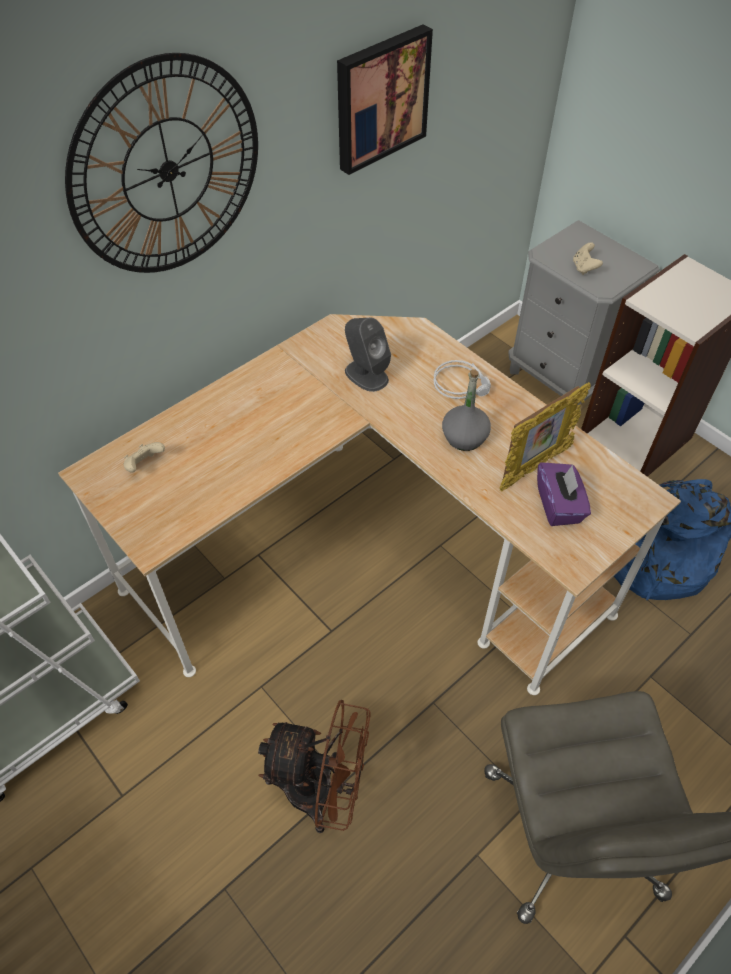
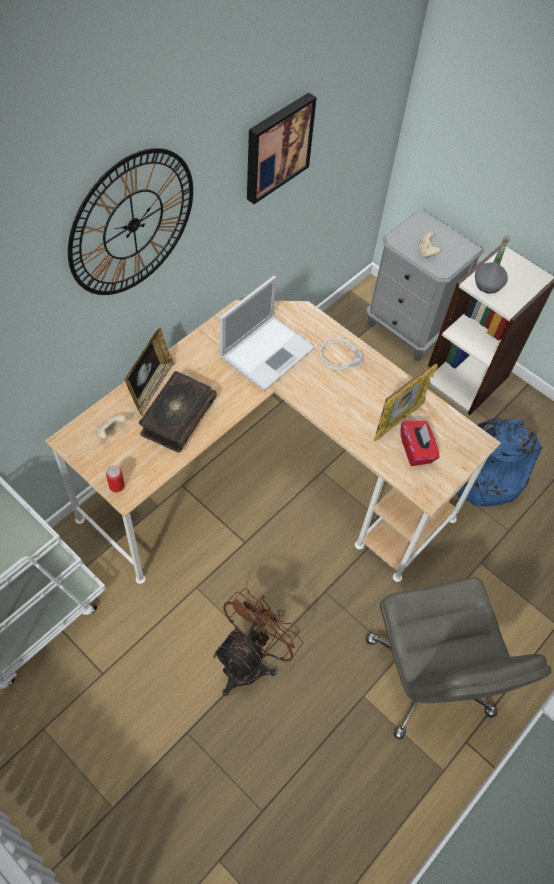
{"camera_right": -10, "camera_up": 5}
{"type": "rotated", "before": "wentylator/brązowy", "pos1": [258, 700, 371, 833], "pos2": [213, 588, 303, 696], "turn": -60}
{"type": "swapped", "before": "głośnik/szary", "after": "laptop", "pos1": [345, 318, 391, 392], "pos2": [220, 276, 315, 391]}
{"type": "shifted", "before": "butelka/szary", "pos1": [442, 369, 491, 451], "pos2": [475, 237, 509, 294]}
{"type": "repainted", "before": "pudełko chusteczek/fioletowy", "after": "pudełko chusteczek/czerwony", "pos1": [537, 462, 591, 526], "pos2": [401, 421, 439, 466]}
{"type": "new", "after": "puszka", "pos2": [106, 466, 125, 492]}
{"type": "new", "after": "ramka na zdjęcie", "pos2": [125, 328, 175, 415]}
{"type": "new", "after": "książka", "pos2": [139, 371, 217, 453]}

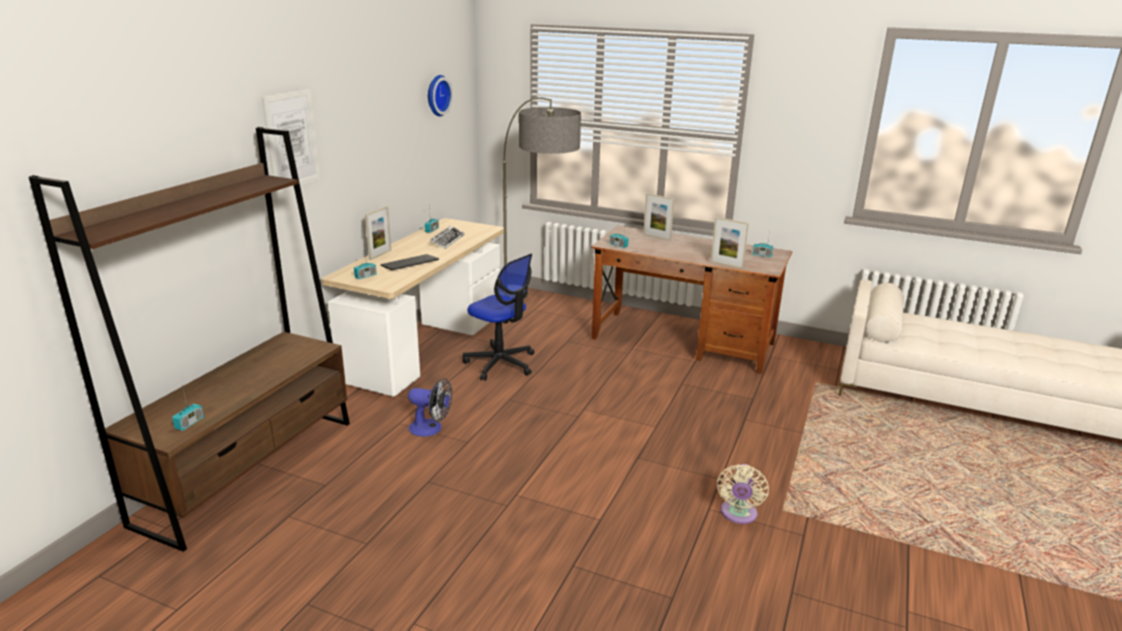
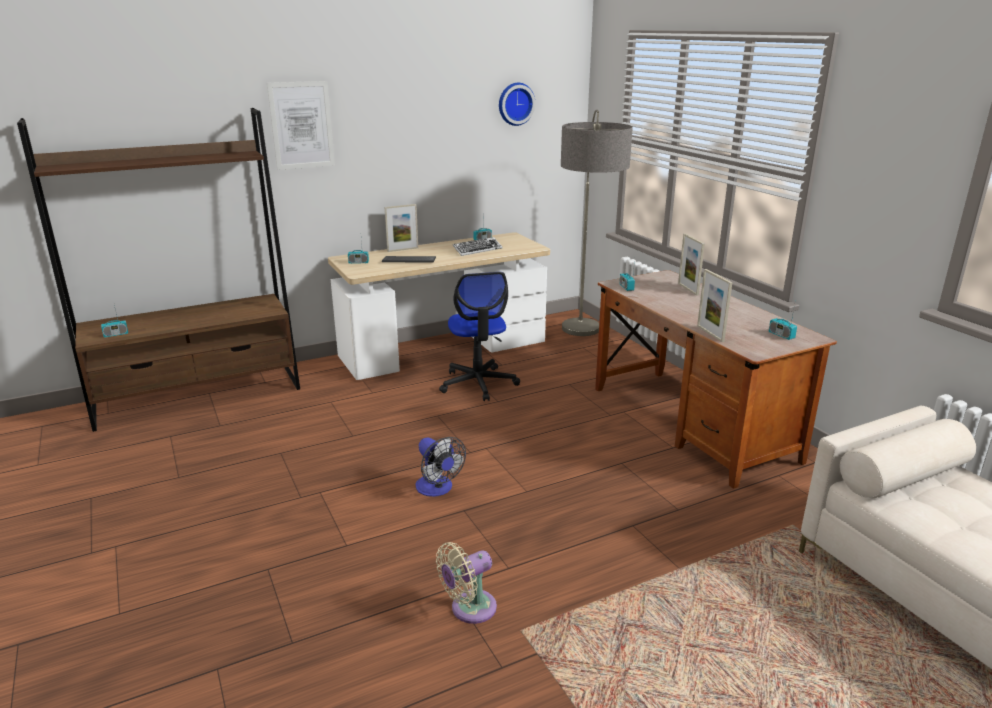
{"camera_right": 40, "camera_up": 0}
{"type": "shifted", "before": "wentylator", "pos1": [408, 378, 452, 437], "pos2": [416, 437, 466, 497]}

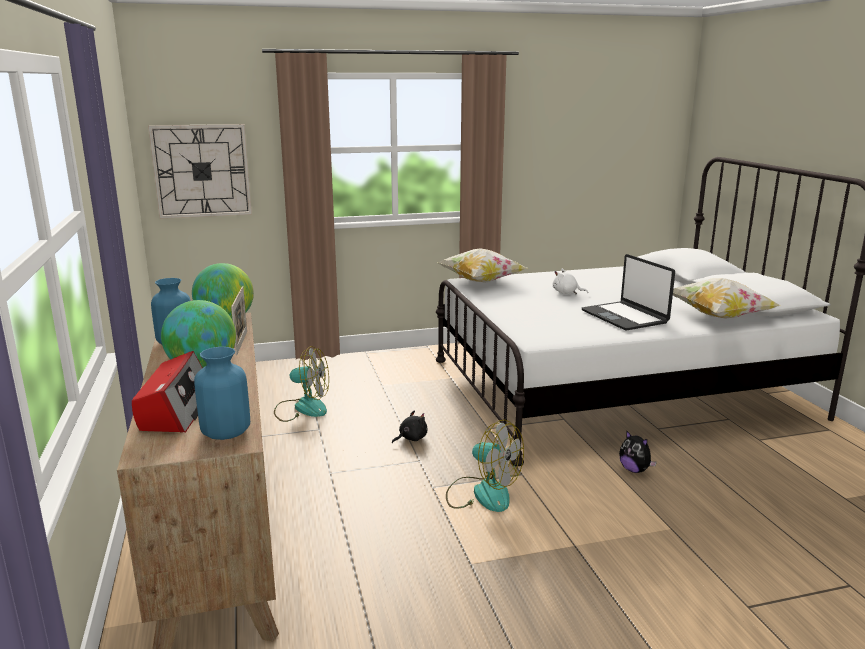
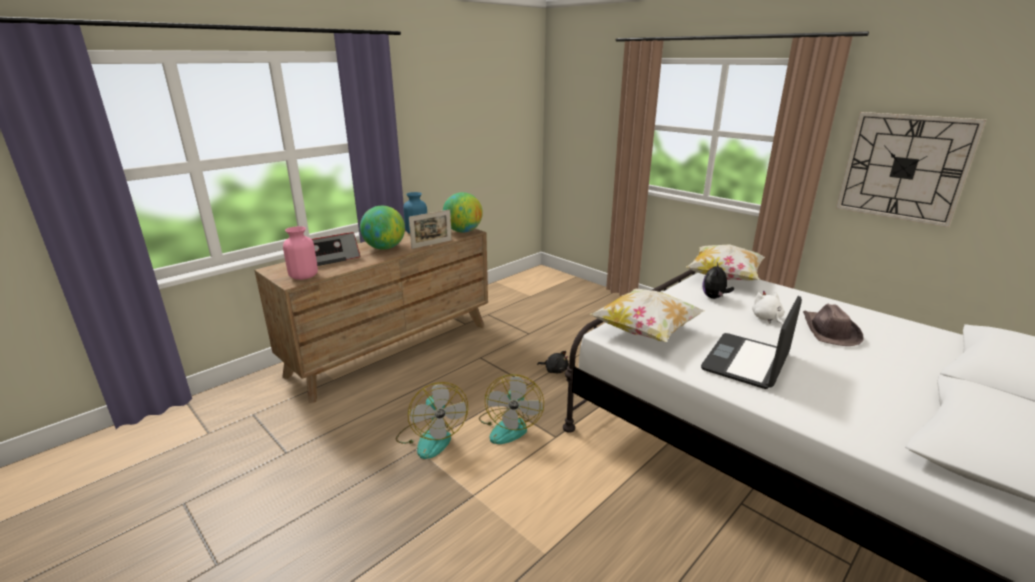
{"camera_right": 60, "camera_up": 5}
{"type": "shifted", "before": "zegar ścienny", "pos1": [148, 124, 252, 219], "pos2": [836, 112, 986, 227]}
{"type": "repainted", "before": "wazon/niebieski", "after": "wazon/różowy", "pos1": [194, 347, 250, 440], "pos2": [283, 226, 318, 280]}
{"type": "shifted", "before": "wentylator", "pos1": [274, 346, 329, 422], "pos2": [396, 382, 468, 459]}
{"type": "shifted", "before": "pluszak", "pos1": [619, 430, 657, 473], "pos2": [702, 262, 734, 299]}
{"type": "shifted", "before": "poduszka", "pos1": [673, 278, 781, 319], "pos2": [590, 289, 704, 342]}
{"type": "new", "after": "kapelusz/brązowy", "pos2": [803, 304, 864, 346]}

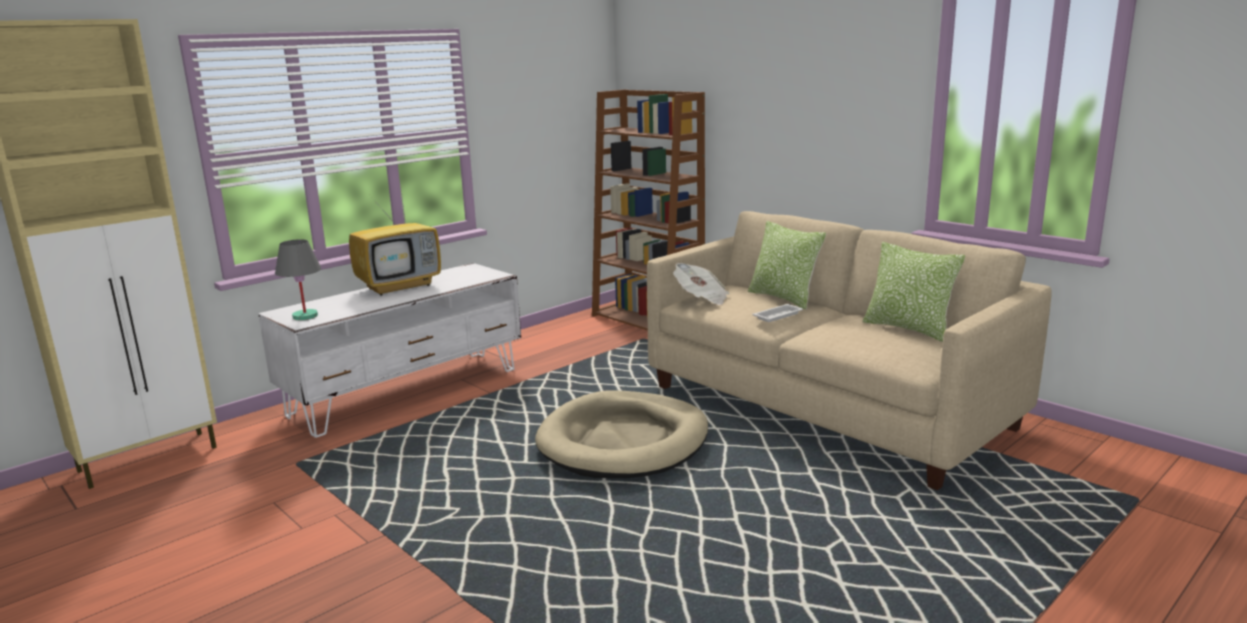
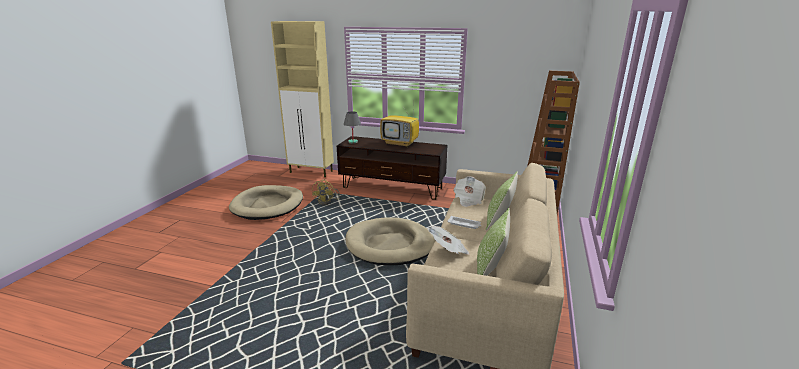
{"camera_right": 60, "camera_up": 5}
{"type": "repainted", "before": "szafka pod telewizor/biały", "after": "szafka pod telewizor/brązowy", "pos1": [258, 263, 521, 438], "pos2": [337, 136, 447, 200]}
{"type": "new", "after": "legowisko/beżowy", "pos2": [229, 185, 303, 220]}
{"type": "new", "after": "wentylator/żółty", "pos2": [312, 179, 340, 205]}
{"type": "new", "after": "gazeta", "pos2": [427, 226, 470, 255]}

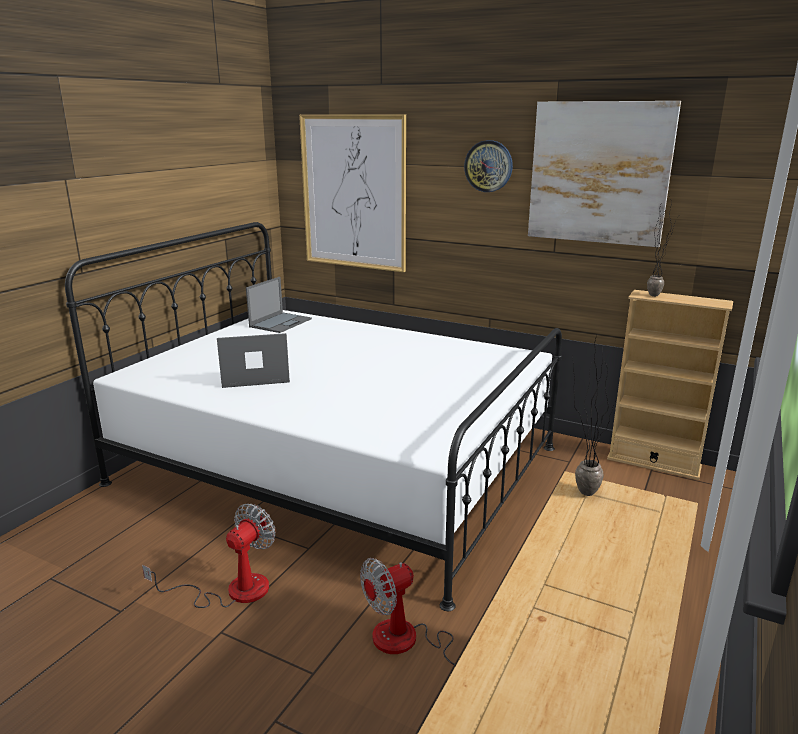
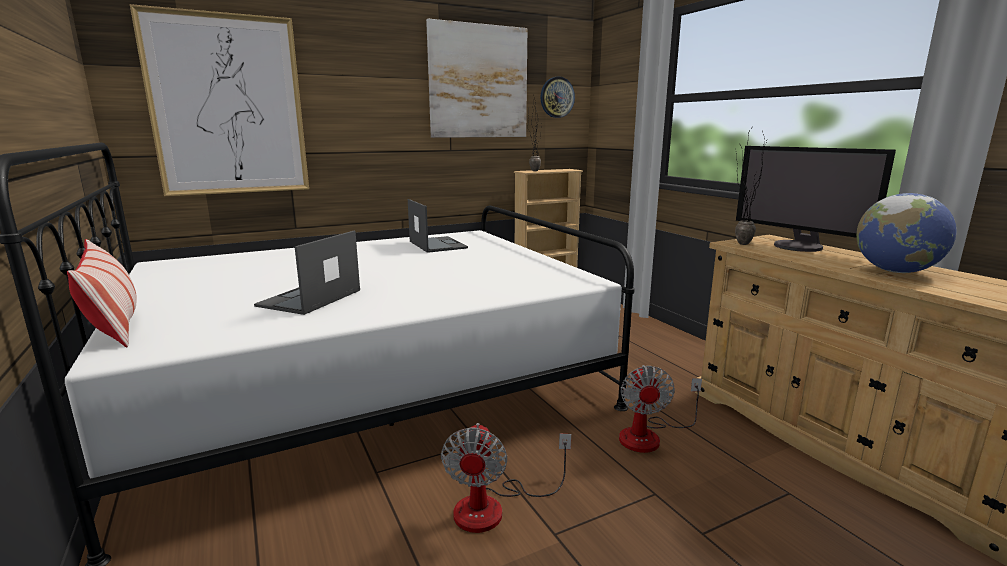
{"camera_right": -55, "camera_up": -5}
{"type": "rotated", "before": "wentylator", "pos1": [142, 504, 276, 608], "pos2": [441, 423, 571, 533], "turn": -150}
{"type": "shifted", "before": "laptop", "pos1": [246, 277, 312, 333], "pos2": [408, 199, 468, 253]}
{"type": "shifted", "before": "zegar ścienny", "pos1": [464, 140, 513, 192], "pos2": [540, 77, 575, 118]}
{"type": "new", "after": "poduszka", "pos2": [67, 239, 137, 347]}
{"type": "new", "after": "monitor", "pos2": [736, 146, 896, 252]}
{"type": "new", "after": "globus", "pos2": [856, 193, 956, 273]}

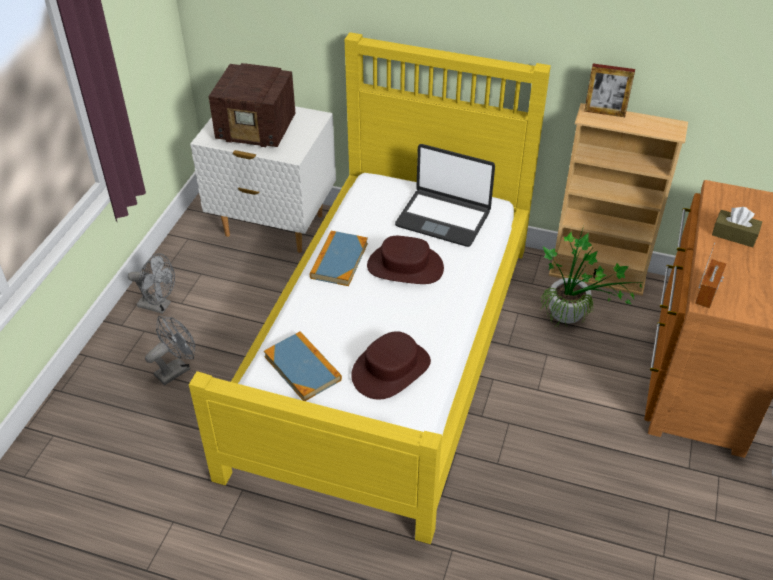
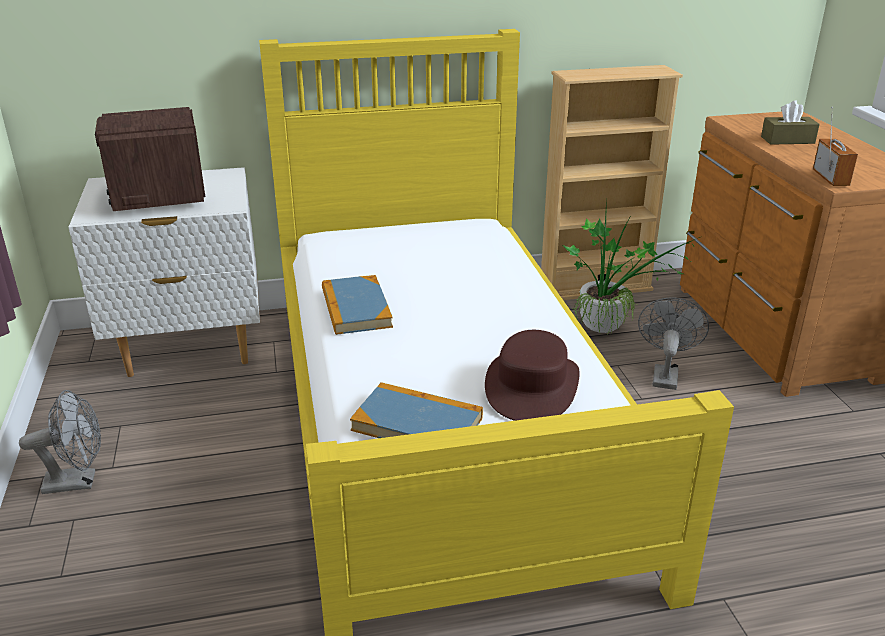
{"camera_right": -30, "camera_up": -15}
{"type": "shifted", "before": "wentylator/szary", "pos1": [145, 316, 195, 385], "pos2": [638, 297, 709, 390]}
{"type": "rotated", "before": "radio", "pos1": [208, 63, 295, 147], "pos2": [95, 107, 205, 211], "turn": 90}
{"type": "gone", "before": "kapelusz/brązowy", "pos1": [367, 236, 444, 284]}
{"type": "gone", "before": "laptop", "pos1": [395, 144, 495, 247]}
{"type": "gone", "before": "ramka na zdjęcie", "pos1": [584, 64, 635, 117]}

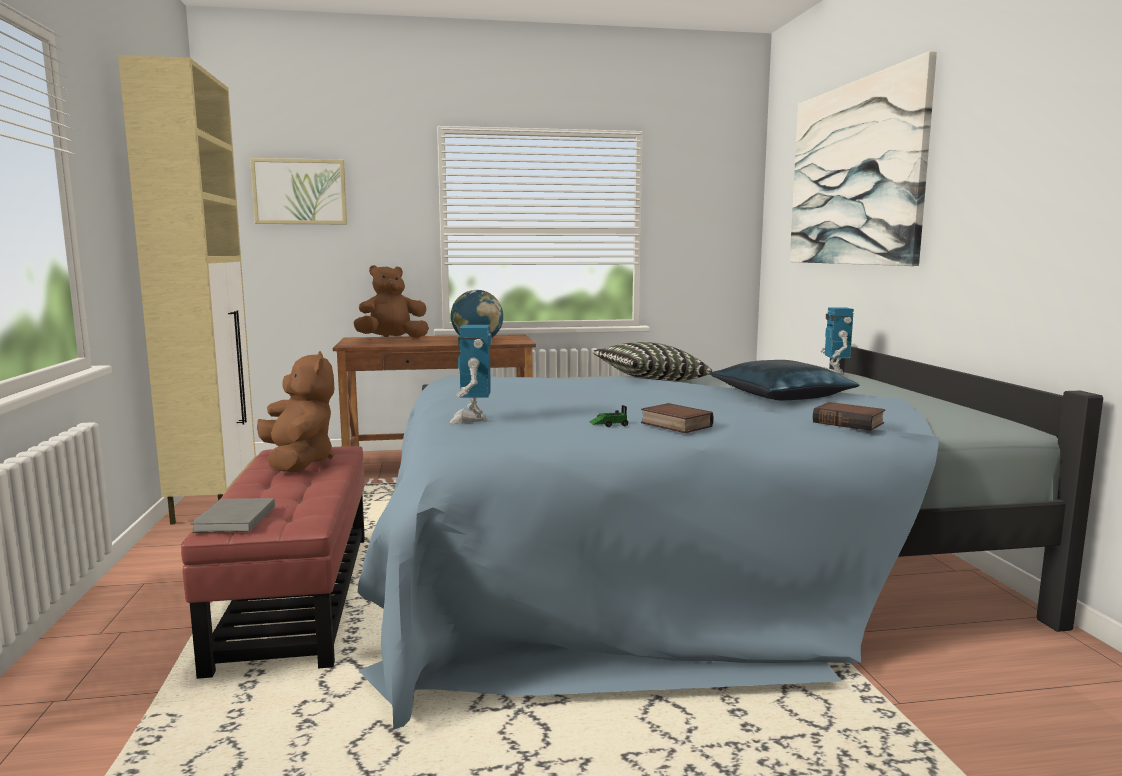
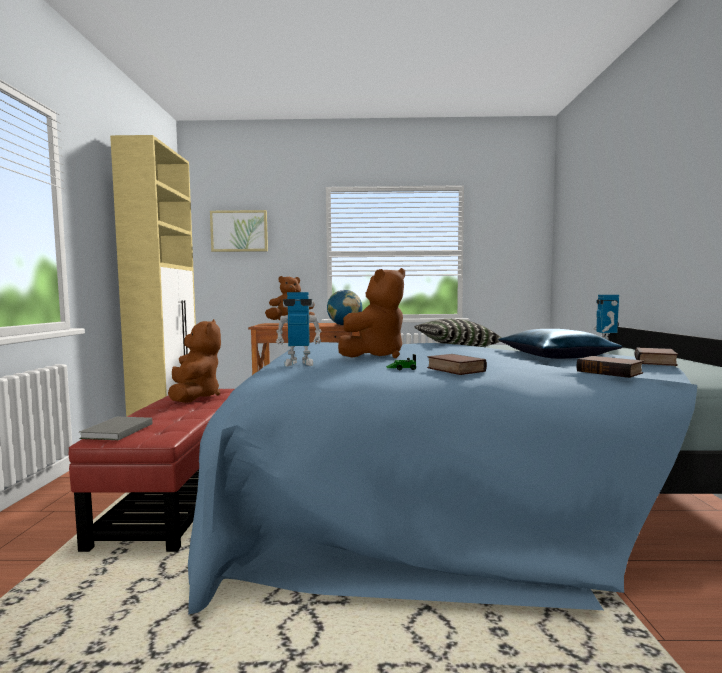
{"camera_right": 10, "camera_up": -5}
{"type": "rotated", "before": "robot zabawkowy", "pos1": [450, 325, 491, 423], "pos2": [276, 292, 321, 367], "turn": -105}
{"type": "gone", "before": "obraz", "pos1": [790, 51, 937, 266]}
{"type": "new", "after": "pluszak/brązowy", "pos2": [338, 268, 405, 358]}
{"type": "new", "after": "książka", "pos2": [635, 347, 678, 366]}

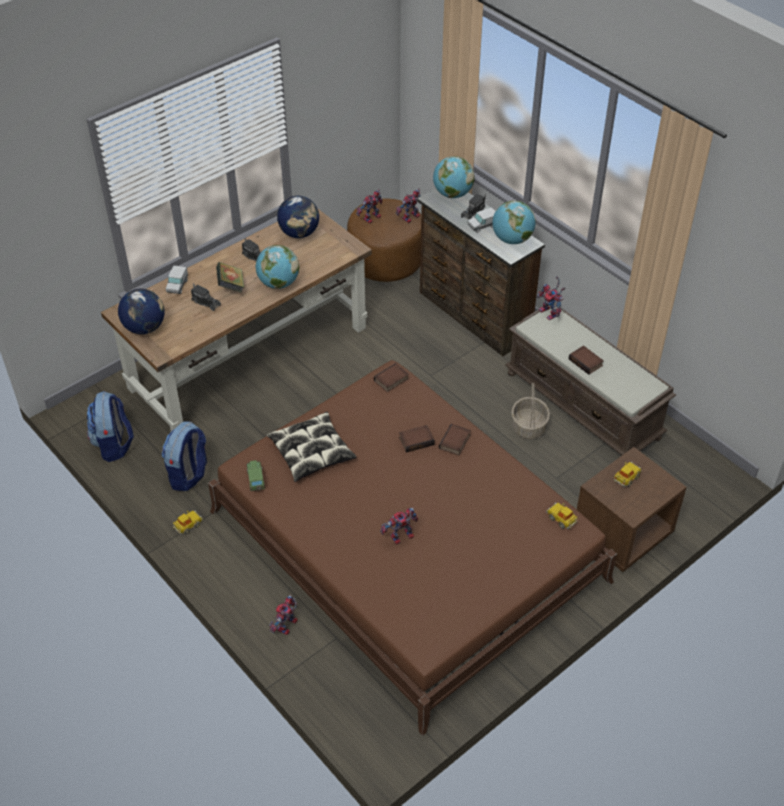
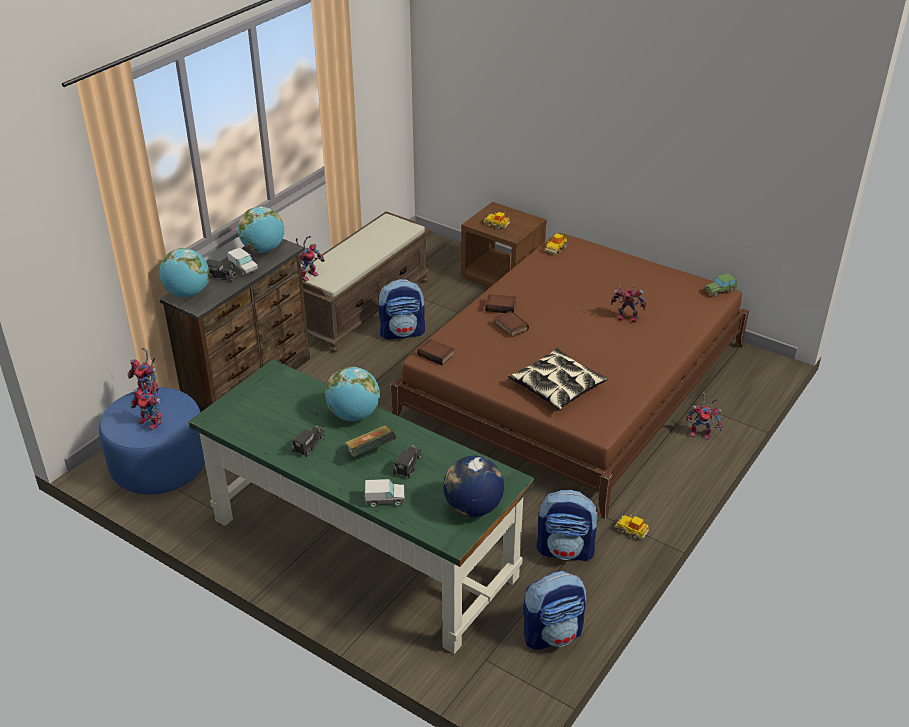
{"camera_right": -105, "camera_up": -10}
{"type": "repainted", "before": "biurko/brązowy", "after": "biurko/zielony", "pos1": [101, 208, 372, 431], "pos2": [188, 359, 535, 654]}
{"type": "shifted", "before": "samochodzik", "pos1": [246, 460, 265, 491], "pos2": [704, 273, 737, 297]}
{"type": "gone", "before": "globus", "pos1": [277, 196, 319, 238]}
{"type": "repainted", "before": "pufa/brązowy", "after": "pufa/niebieski", "pos1": [347, 199, 421, 282], "pos2": [99, 387, 205, 495]}
{"type": "rotated", "before": "robot zabawkowy", "pos1": [380, 507, 418, 544], "pos2": [611, 283, 646, 323], "turn": 150}
{"type": "swapped", "before": "koszyk", "after": "plecak", "pos1": [511, 383, 550, 440], "pos2": [379, 279, 425, 340]}
{"type": "gone", "before": "książka", "pos1": [569, 346, 604, 375]}

